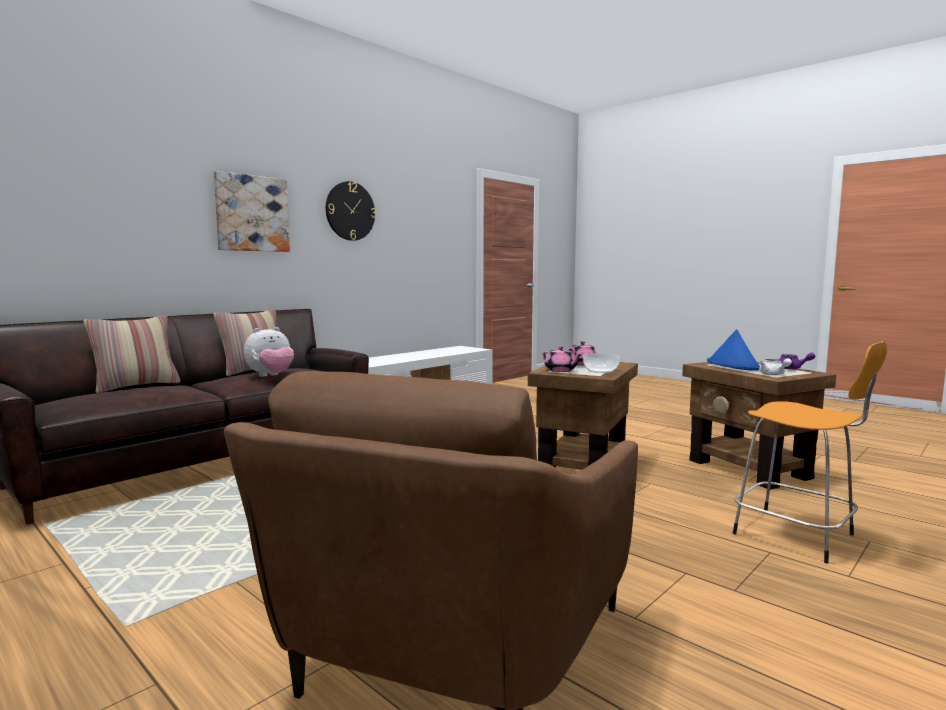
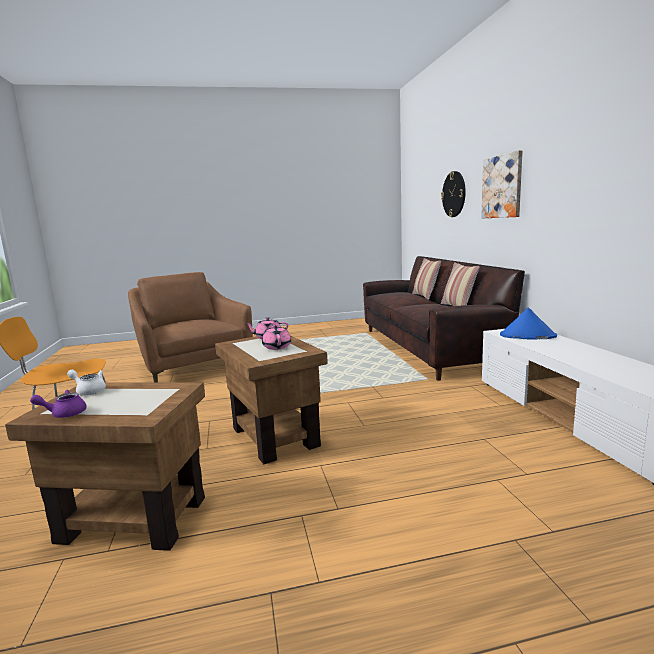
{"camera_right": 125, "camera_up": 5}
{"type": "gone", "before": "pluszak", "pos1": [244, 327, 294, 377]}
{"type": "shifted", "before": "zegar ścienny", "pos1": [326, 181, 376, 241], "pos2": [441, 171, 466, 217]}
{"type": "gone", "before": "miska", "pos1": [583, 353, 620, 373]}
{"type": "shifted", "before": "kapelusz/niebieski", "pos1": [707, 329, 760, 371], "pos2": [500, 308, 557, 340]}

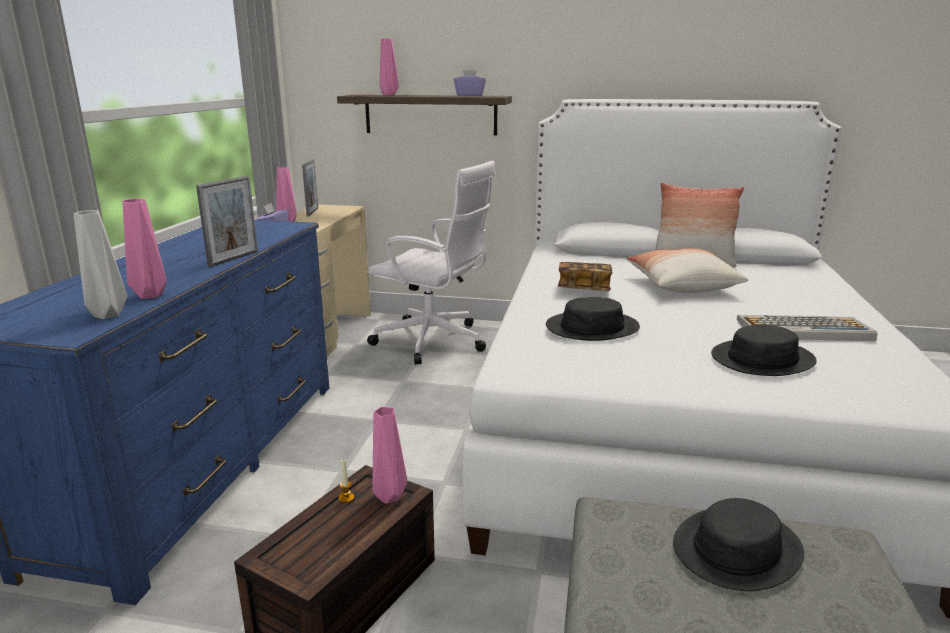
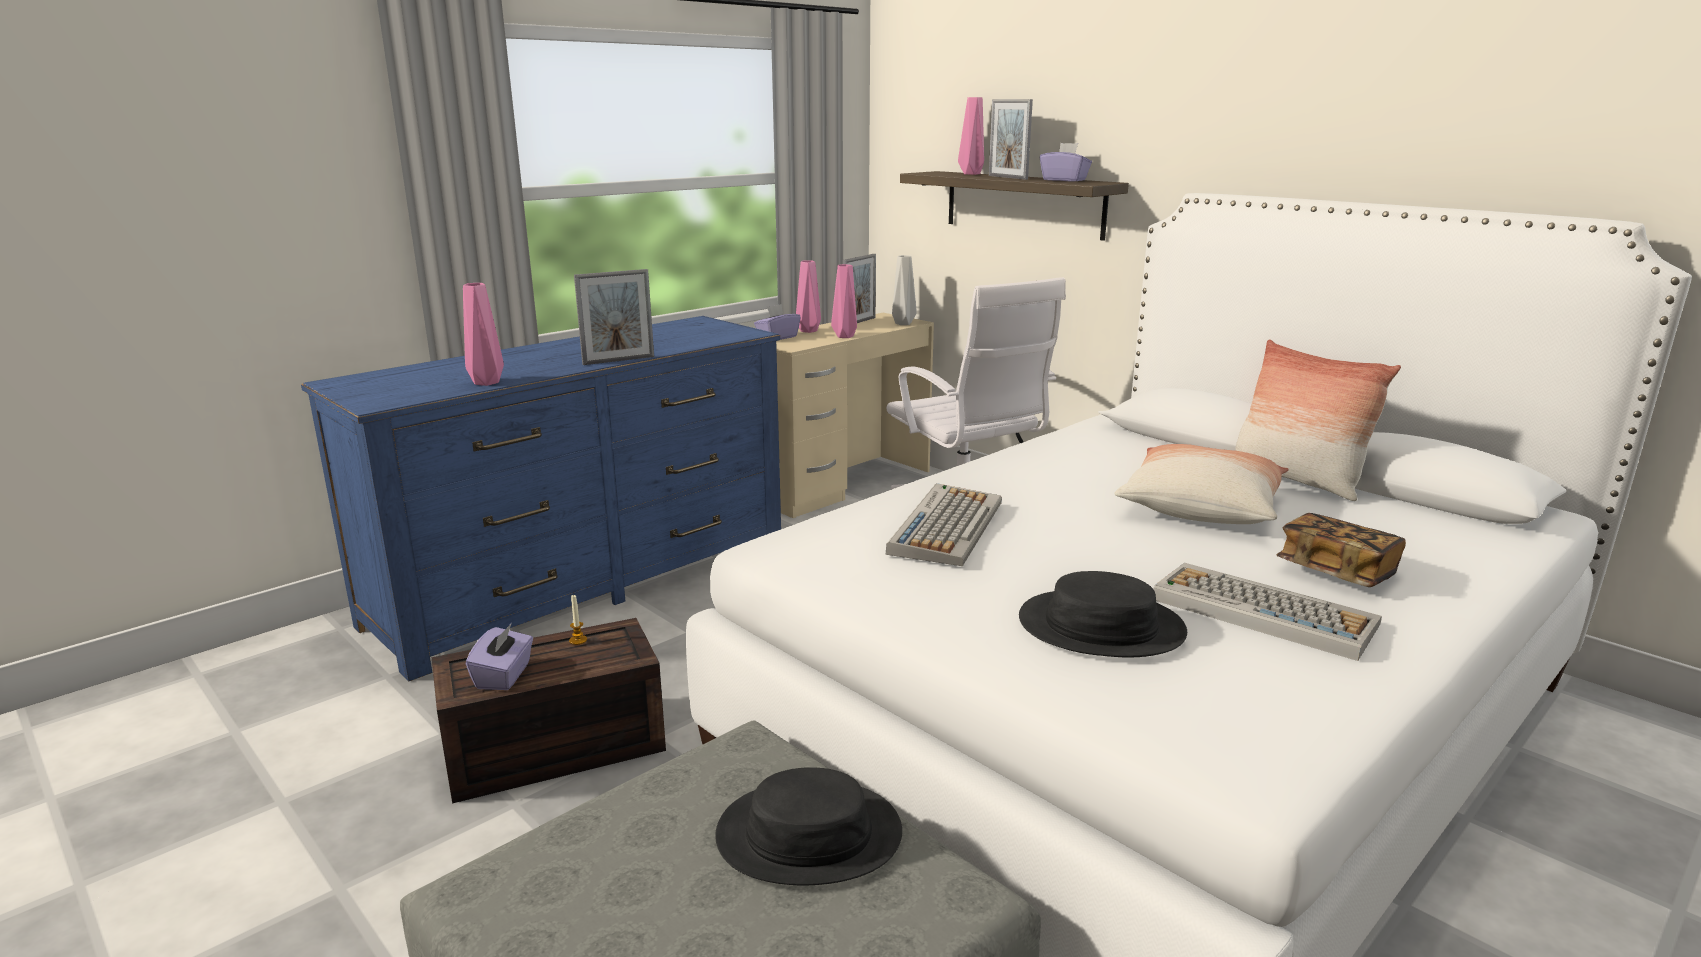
{"camera_right": 35, "camera_up": 0}
{"type": "shifted", "before": "wazon/szary", "pos1": [74, 210, 127, 319], "pos2": [892, 255, 917, 325]}
{"type": "shifted", "before": "wazon/różowy", "pos1": [372, 406, 407, 504], "pos2": [831, 264, 857, 338]}
{"type": "swapped", "before": "kapelusz/czarny", "after": "klawiatura", "pos1": [546, 297, 640, 341], "pos2": [886, 483, 1002, 566]}
{"type": "shifted", "before": "książka", "pos1": [558, 262, 612, 291], "pos2": [1276, 513, 1406, 587]}
{"type": "new", "after": "pudełko chusteczek/fioletowy", "pos2": [466, 623, 533, 690]}
{"type": "new", "after": "ramka na zdjęcie", "pos2": [989, 99, 1033, 180]}

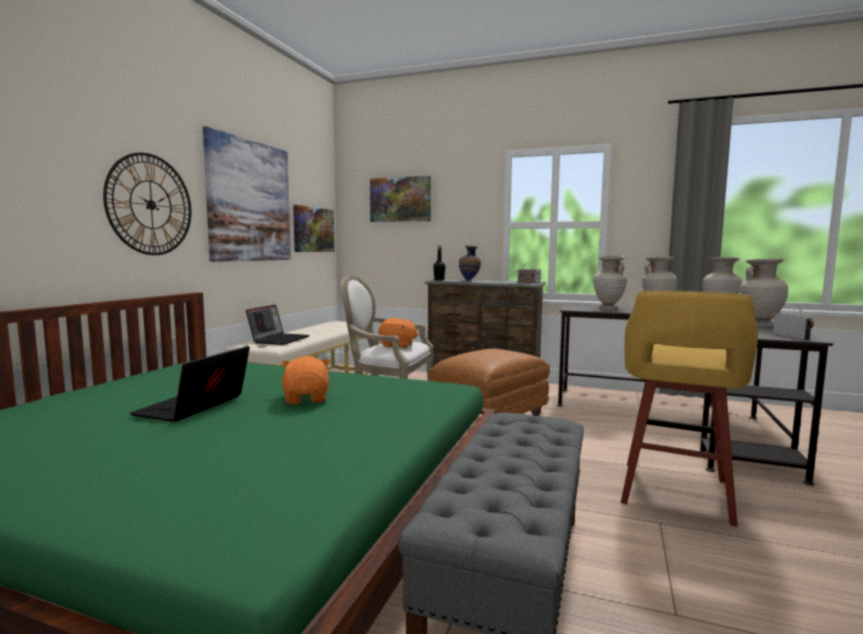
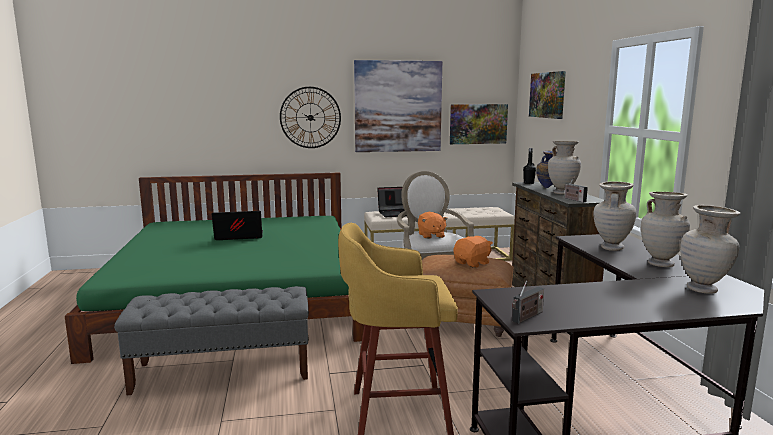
{"camera_right": 60, "camera_up": 5}
{"type": "shifted", "before": "pluszak/pomarańczowy", "pos1": [282, 356, 330, 404], "pos2": [454, 236, 493, 268]}
{"type": "shifted", "before": "wazon/beżowy", "pos1": [740, 259, 788, 327], "pos2": [548, 141, 581, 194]}

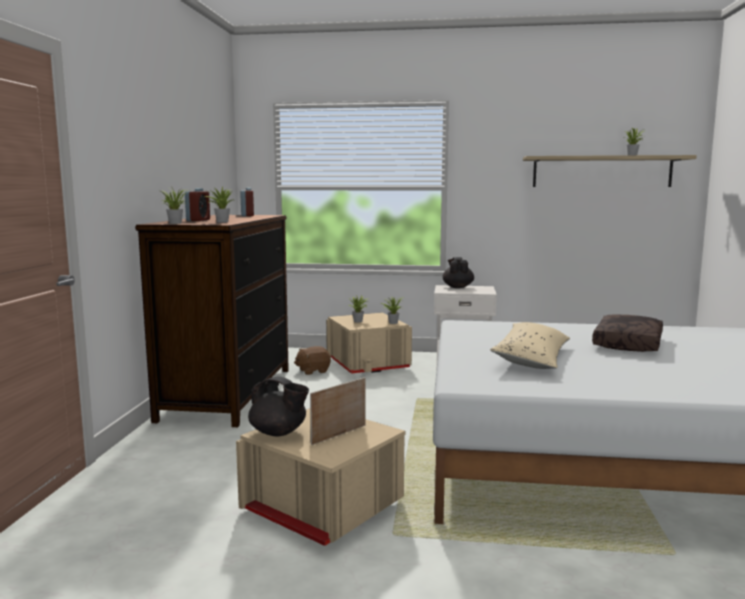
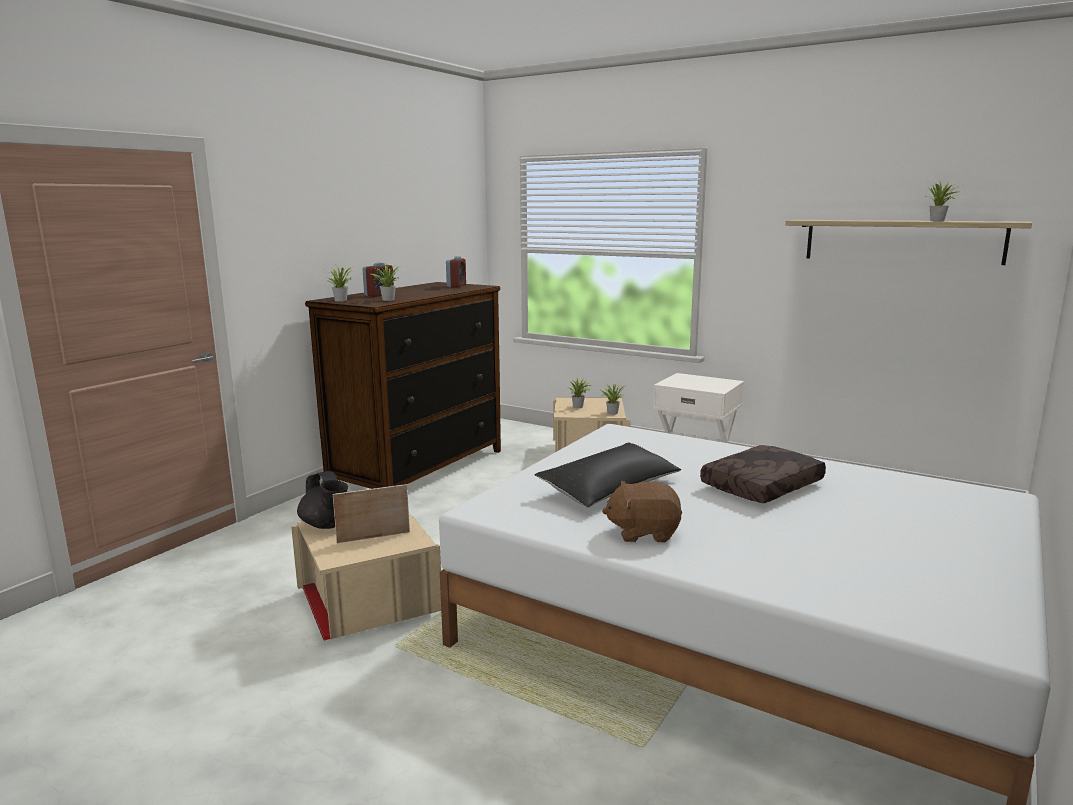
{"camera_right": 25, "camera_up": 5}
{"type": "shifted", "before": "pluszak/brązowy", "pos1": [294, 346, 331, 375], "pos2": [602, 481, 682, 542]}
{"type": "gone", "before": "imbryk/czarny", "pos1": [442, 257, 474, 288]}
{"type": "repainted", "before": "poduszka/beżowy", "after": "poduszka/czarny", "pos1": [490, 322, 570, 369], "pos2": [535, 442, 681, 508]}

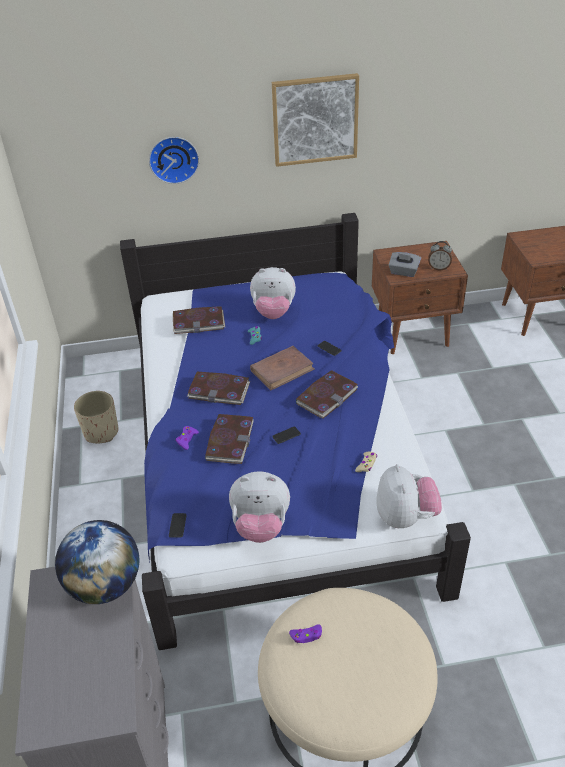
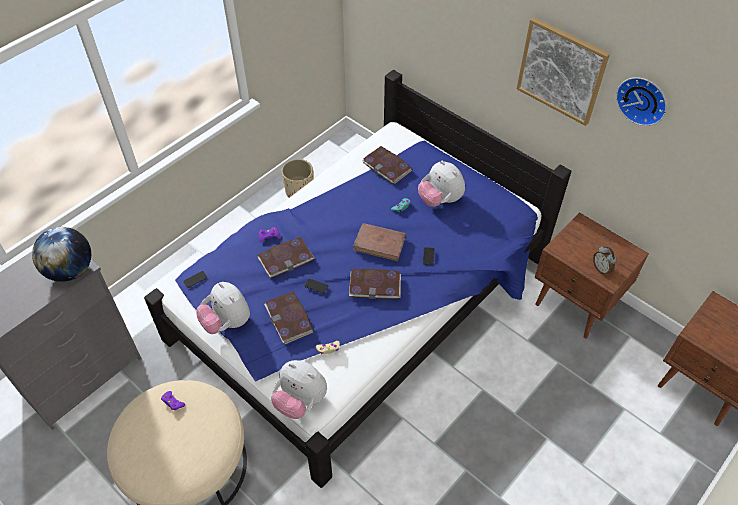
{"camera_right": 50, "camera_up": 10}
{"type": "shifted", "before": "zegar ścienny", "pos1": [149, 137, 199, 184], "pos2": [616, 77, 667, 126]}
{"type": "shifted", "before": "książka", "pos1": [187, 372, 250, 405], "pos2": [264, 291, 313, 344]}
{"type": "rotated", "before": "pluszak", "pos1": [376, 464, 442, 528], "pos2": [271, 360, 327, 419], "turn": 75}
{"type": "gone", "before": "pudełko chusteczek/szary", "pos1": [389, 252, 421, 277]}

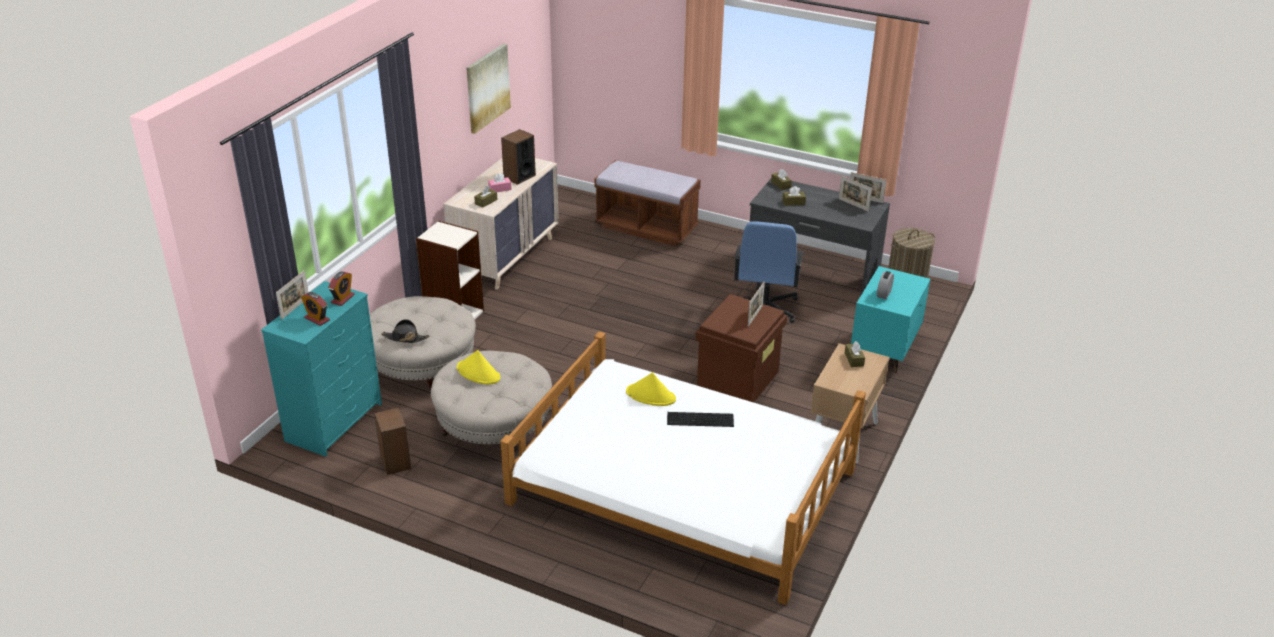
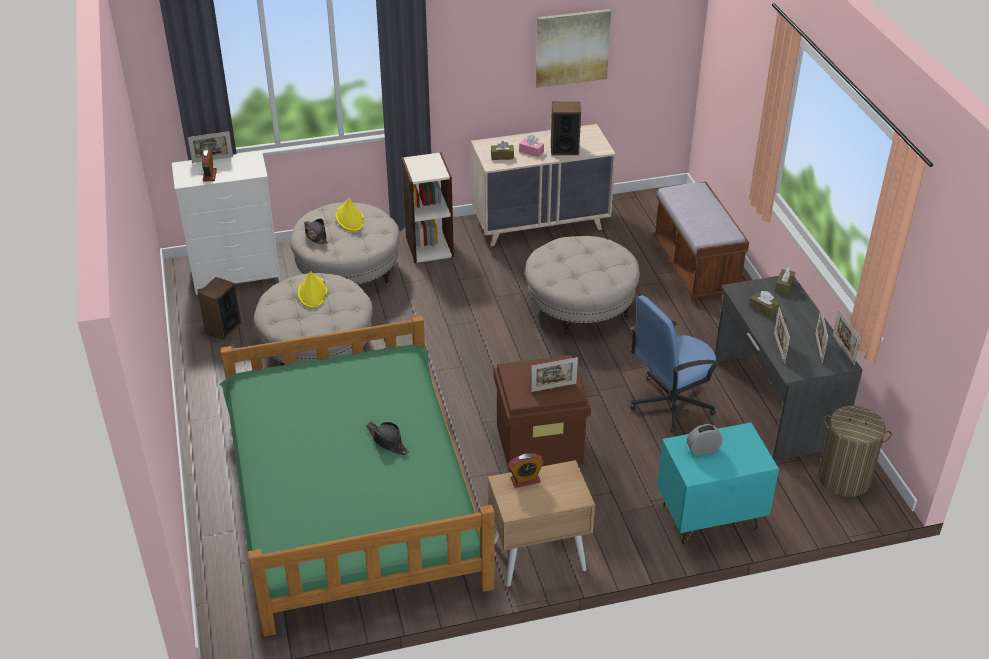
{"camera_right": 50, "camera_up": 5}
{"type": "repainted", "before": "komoda/turkusowy", "after": "komoda/biały", "pos1": [261, 281, 382, 457], "pos2": [172, 151, 281, 295]}
{"type": "shifted", "before": "budzik", "pos1": [328, 271, 355, 306], "pos2": [508, 453, 544, 488]}
{"type": "repainted", "before": "łóżko/biały", "after": "łóżko/zielony", "pos1": [501, 331, 866, 605], "pos2": [219, 316, 494, 637]}
{"type": "shifted", "before": "kapelusz/żółty", "pos1": [626, 372, 676, 406], "pos2": [335, 198, 364, 232]}
{"type": "swapped", "before": "klawiatura", "after": "kapelusz/czarny", "pos1": [667, 412, 734, 427], "pos2": [366, 422, 409, 455]}
{"type": "gone", "before": "pudełko chusteczek/brązowy", "pos1": [845, 341, 865, 367]}
{"type": "new", "after": "pufa/beżowy", "pos2": [525, 236, 640, 336]}
{"type": "new", "after": "ramka na zdjęcie", "pos2": [774, 307, 790, 364]}

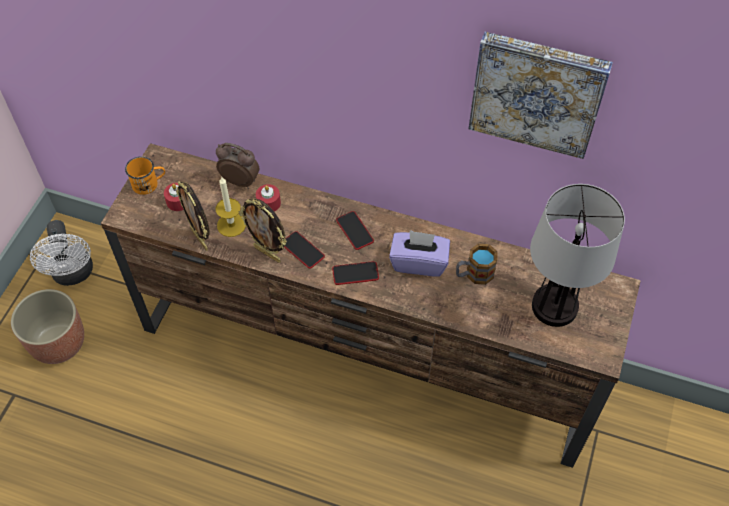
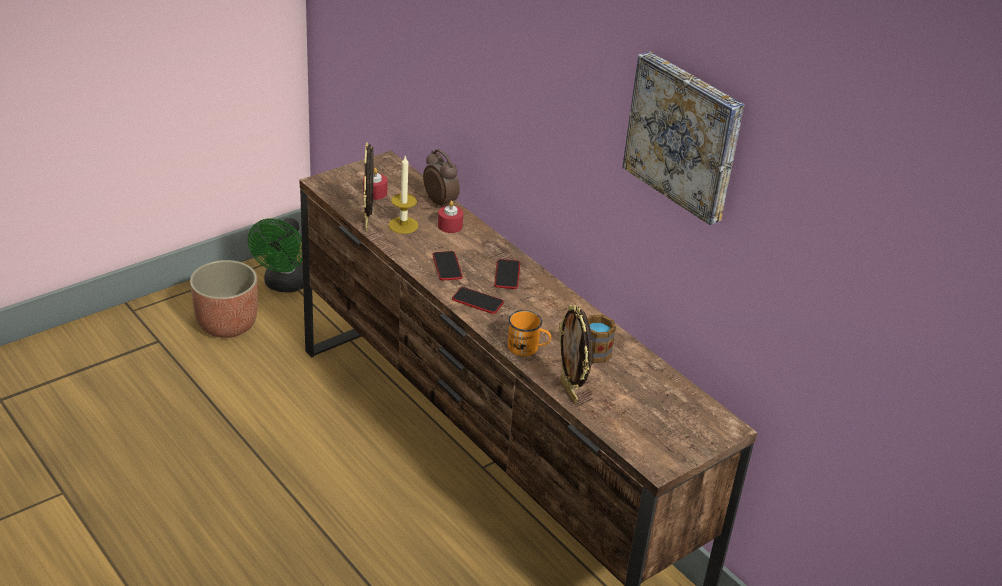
{"camera_right": 30, "camera_up": -20}
{"type": "repainted", "before": "wentylator/biały", "after": "wentylator/zielony", "pos1": [30, 220, 93, 286], "pos2": [248, 218, 303, 293]}
{"type": "shifted", "before": "kubek/pomarańczowy", "pos1": [125, 156, 165, 195], "pos2": [508, 310, 551, 356]}
{"type": "shifted", "before": "ramka na zdjęcie", "pos1": [239, 198, 287, 263], "pos2": [559, 305, 592, 404]}
{"type": "gone", "before": "pudełko chusteczek/fioletowy", "pos1": [389, 230, 450, 277]}
{"type": "gone", "before": "lampa stołowa", "pos1": [530, 184, 625, 327]}

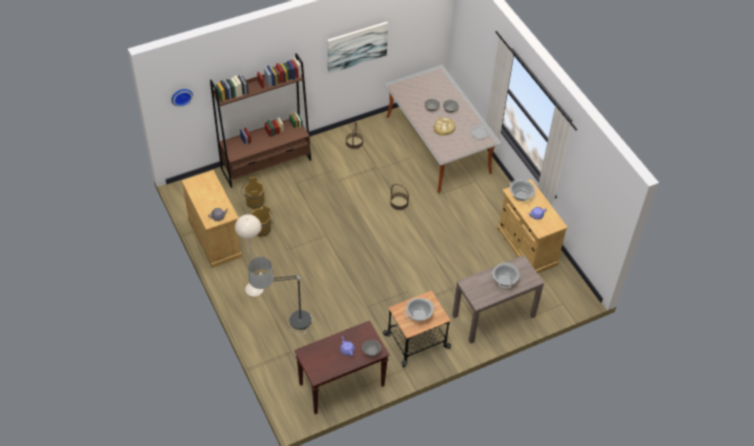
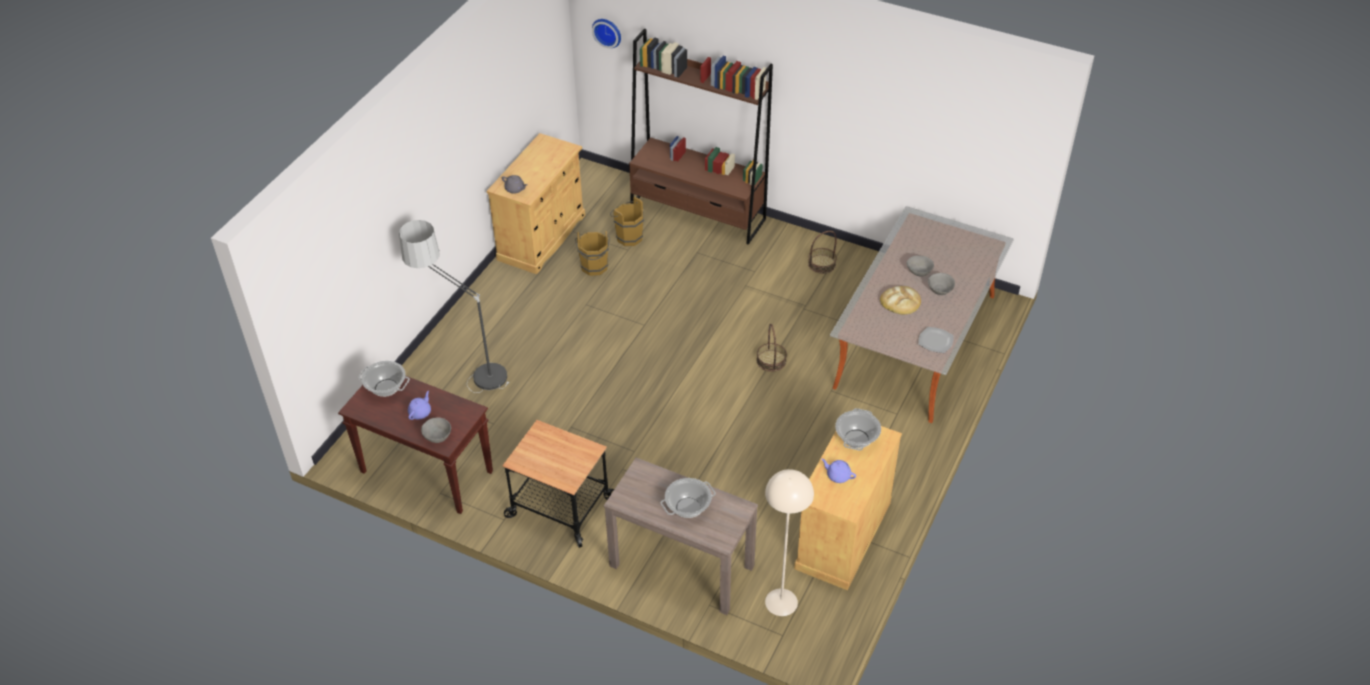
{"camera_right": 55, "camera_up": -5}
{"type": "shifted", "before": "lampa stojąca/beżowy", "pos1": [235, 214, 264, 296], "pos2": [765, 469, 814, 616]}
{"type": "gone", "before": "obraz", "pos1": [327, 22, 388, 74]}
{"type": "shifted", "before": "garnek", "pos1": [404, 298, 435, 321], "pos2": [358, 361, 410, 397]}

